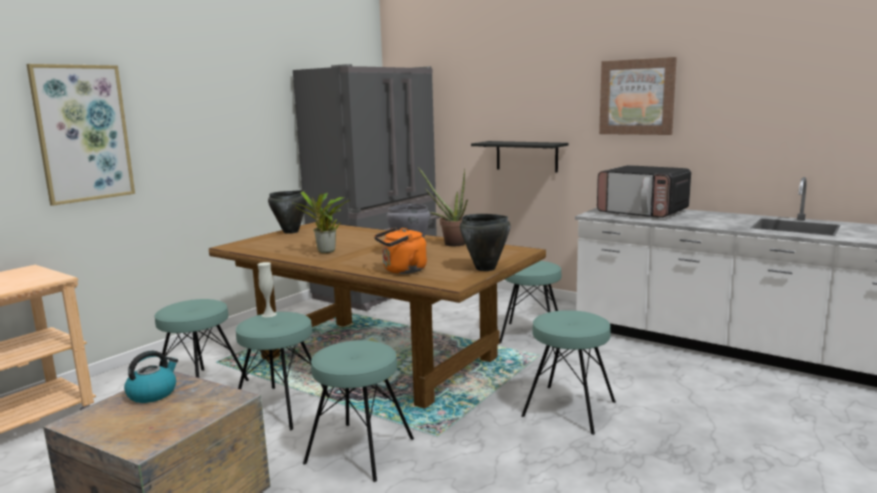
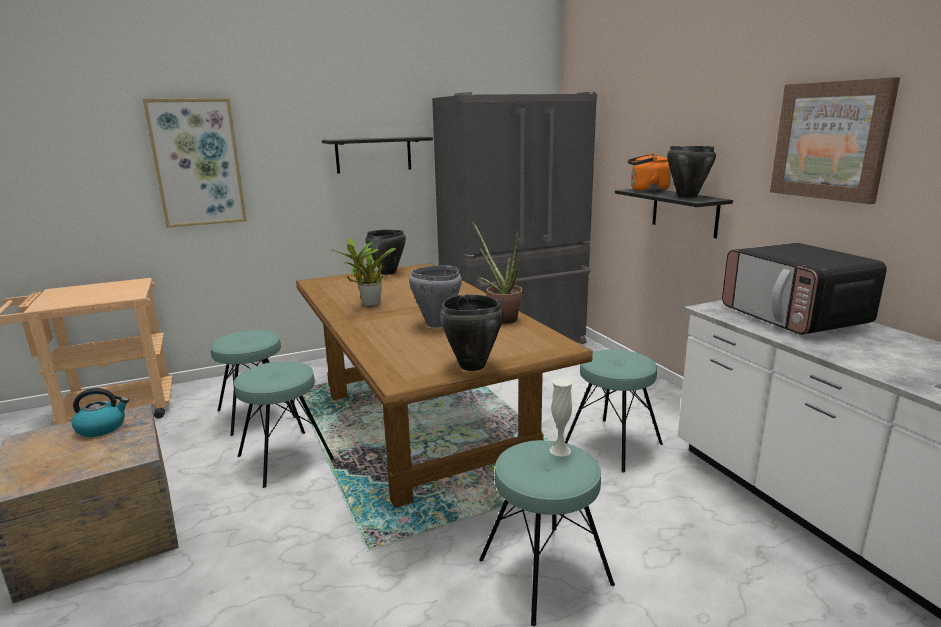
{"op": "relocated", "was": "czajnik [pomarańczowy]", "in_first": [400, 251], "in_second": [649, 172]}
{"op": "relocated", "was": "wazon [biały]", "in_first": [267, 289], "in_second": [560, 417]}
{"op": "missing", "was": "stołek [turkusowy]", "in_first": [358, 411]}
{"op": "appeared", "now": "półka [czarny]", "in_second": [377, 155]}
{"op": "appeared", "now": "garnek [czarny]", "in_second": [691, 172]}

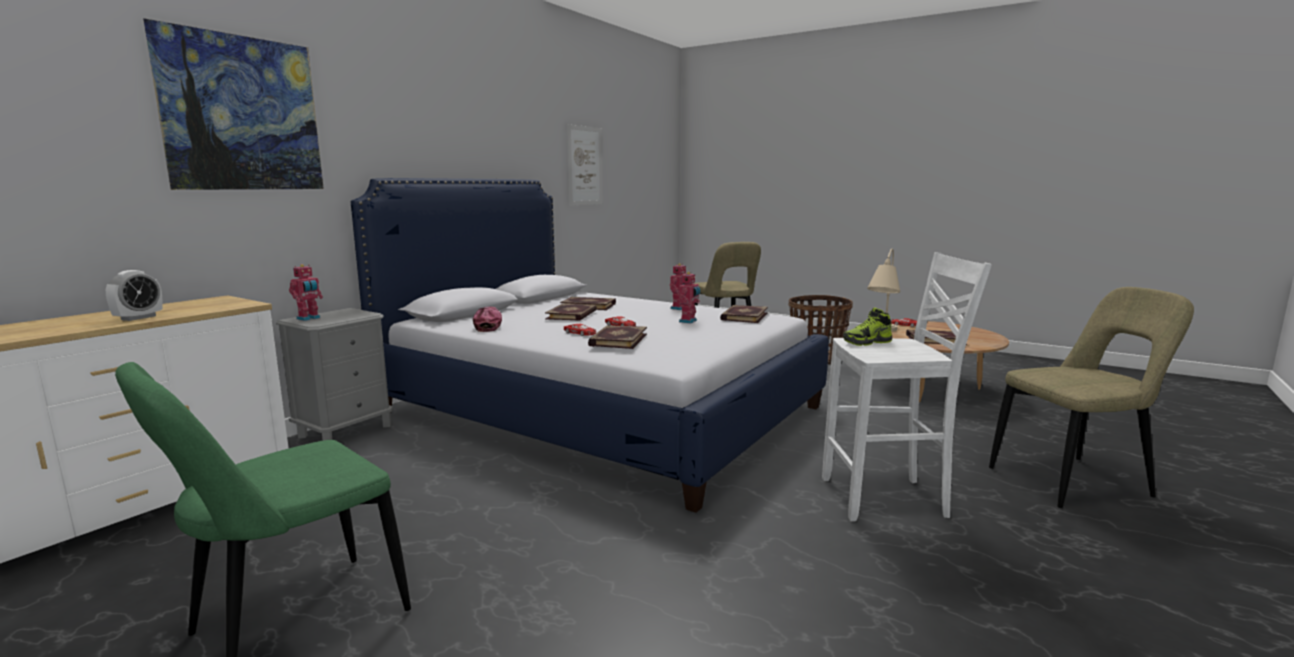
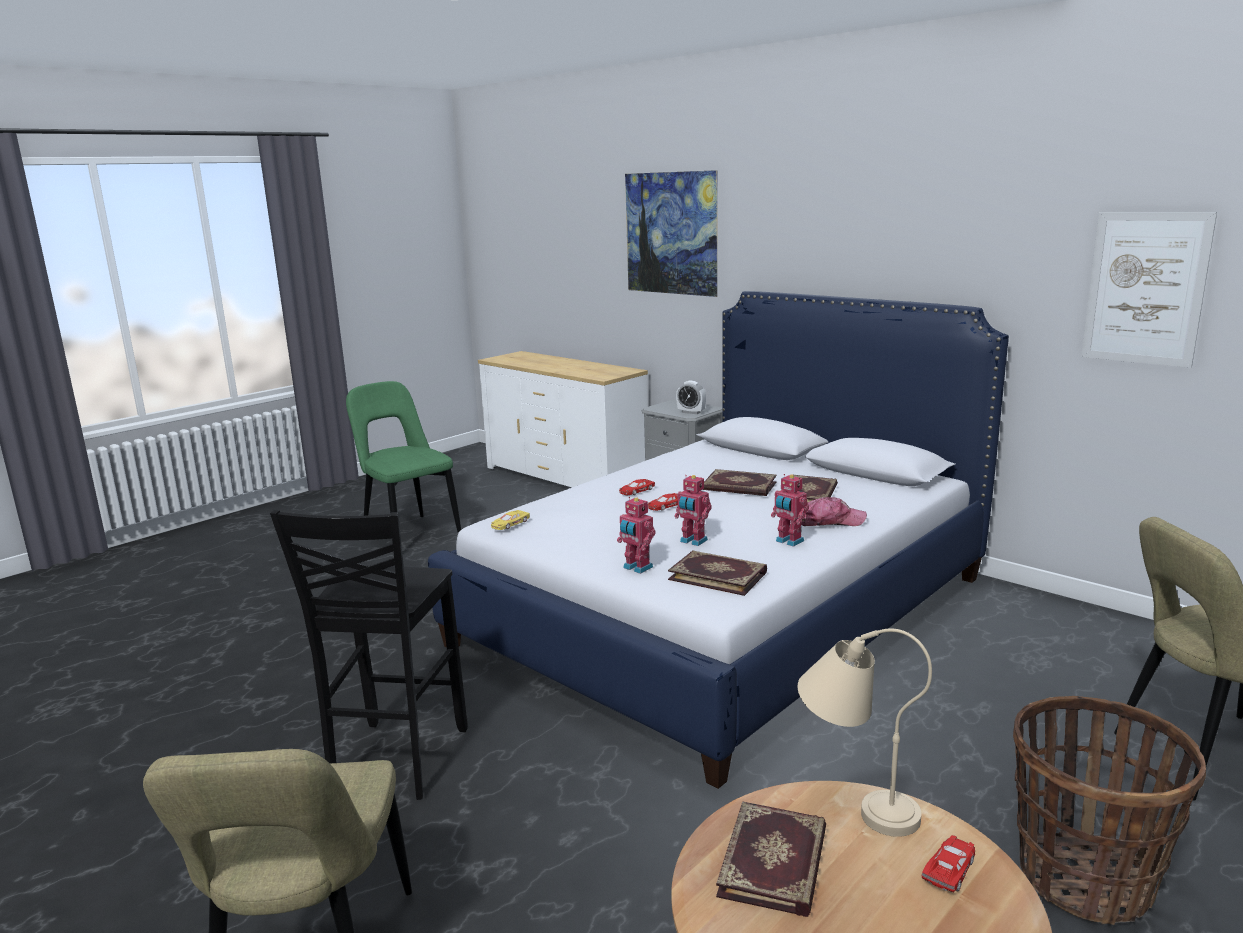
{"op": "colour", "was": "stołek [biały]", "now": "stołek [czarny]", "in_first": [907, 387], "in_second": [369, 655]}
{"op": "relocated", "was": "robot zabawkowy", "in_first": [306, 292], "in_second": [636, 535]}
{"op": "relocated", "was": "budzik", "in_first": [134, 295], "in_second": [691, 397]}
{"op": "relocated", "was": "czapka z daszkiem", "in_first": [487, 319], "in_second": [834, 511]}
{"op": "missing", "was": "but", "in_first": [867, 326]}
{"op": "missing", "was": "książka", "in_first": [617, 337]}
{"op": "appeared", "now": "samochodzik [żółty]", "in_second": [510, 520]}

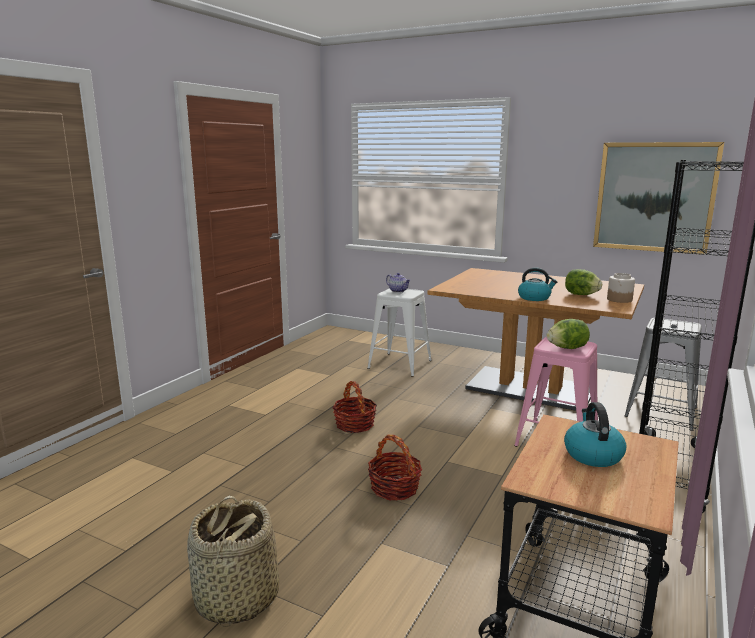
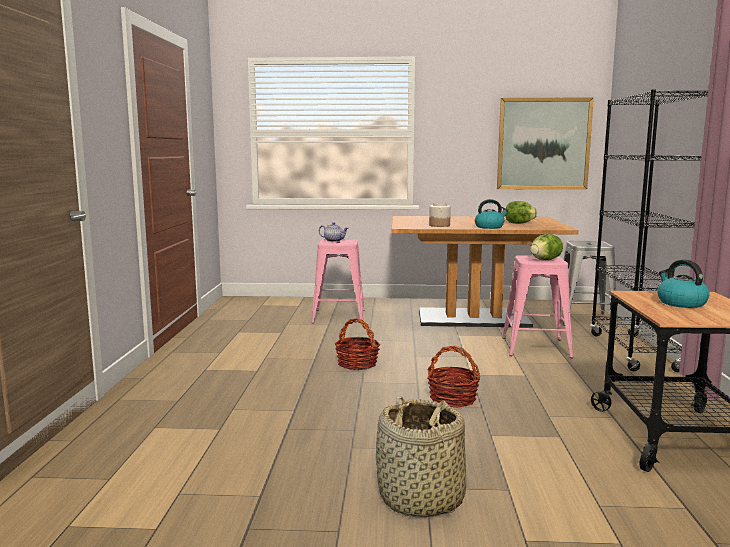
{"op": "relocated", "was": "słoik", "in_first": [621, 288], "in_second": [440, 214]}
{"op": "colour", "was": "stołek [biały]", "now": "stołek [różowy]", "in_first": [399, 332], "in_second": [338, 281]}

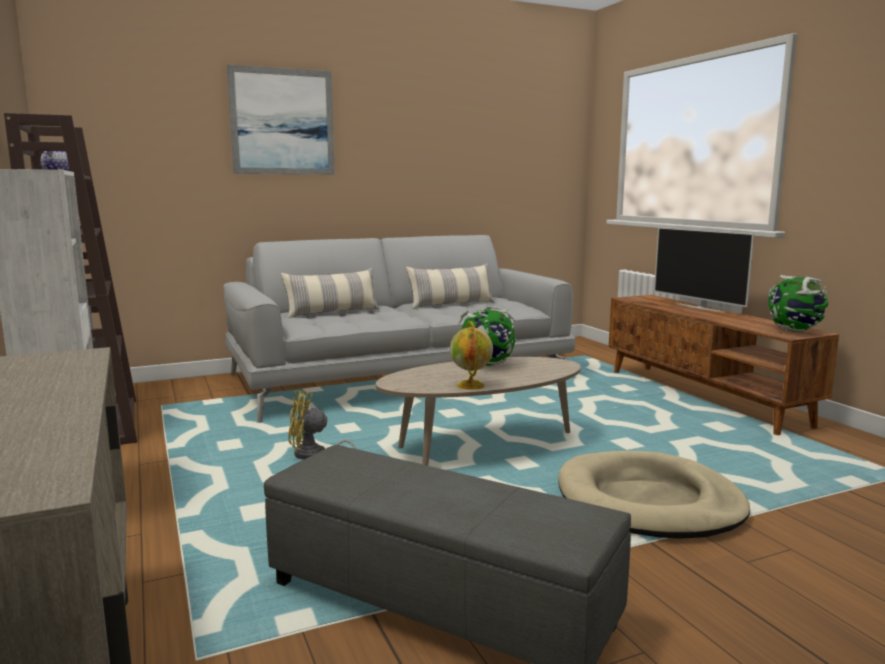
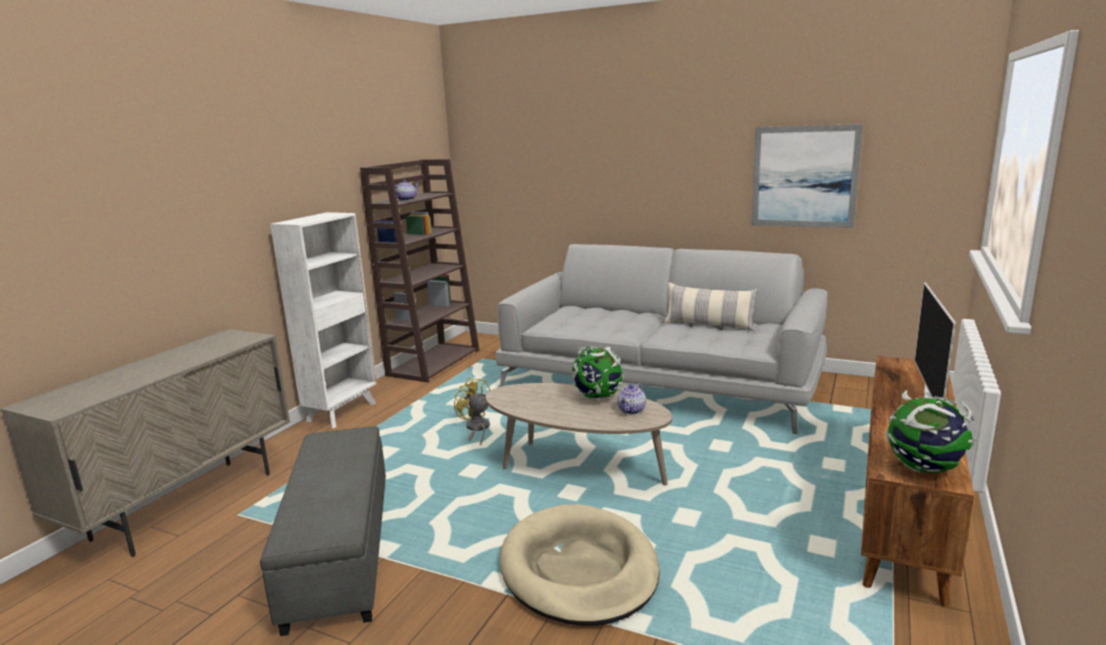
{"op": "relocated", "was": "obraz", "in_first": [281, 119], "in_second": [807, 176]}
{"op": "missing", "was": "poduszka", "in_first": [330, 293]}
{"op": "missing", "was": "globus", "in_first": [471, 355]}
{"op": "appeared", "now": "imbryk", "in_second": [631, 399]}

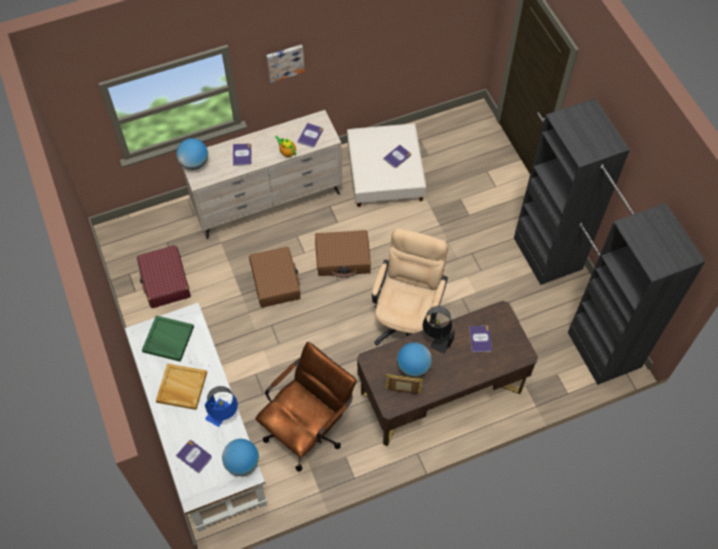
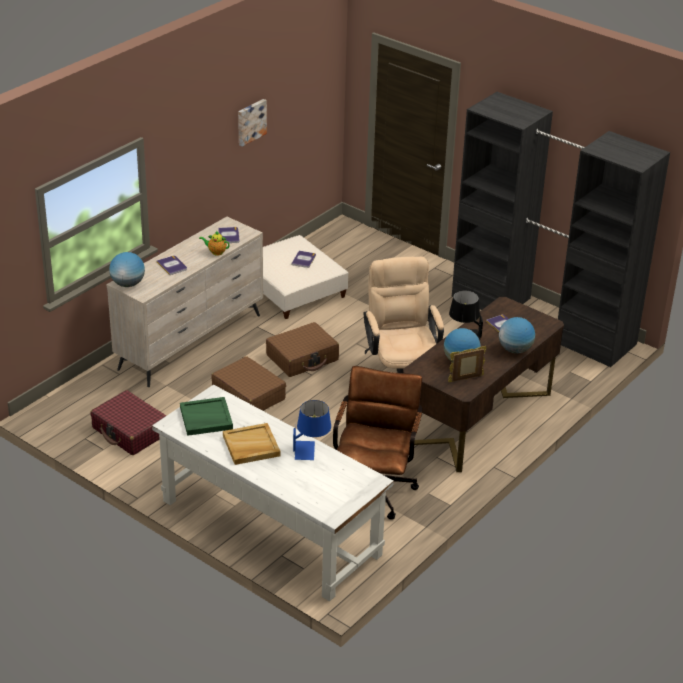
{"op": "relocated", "was": "obraz", "in_first": [285, 63], "in_second": [252, 123]}
{"op": "relocated", "was": "globus", "in_first": [240, 457], "in_second": [517, 335]}
{"op": "missing", "was": "książka", "in_first": [194, 457]}

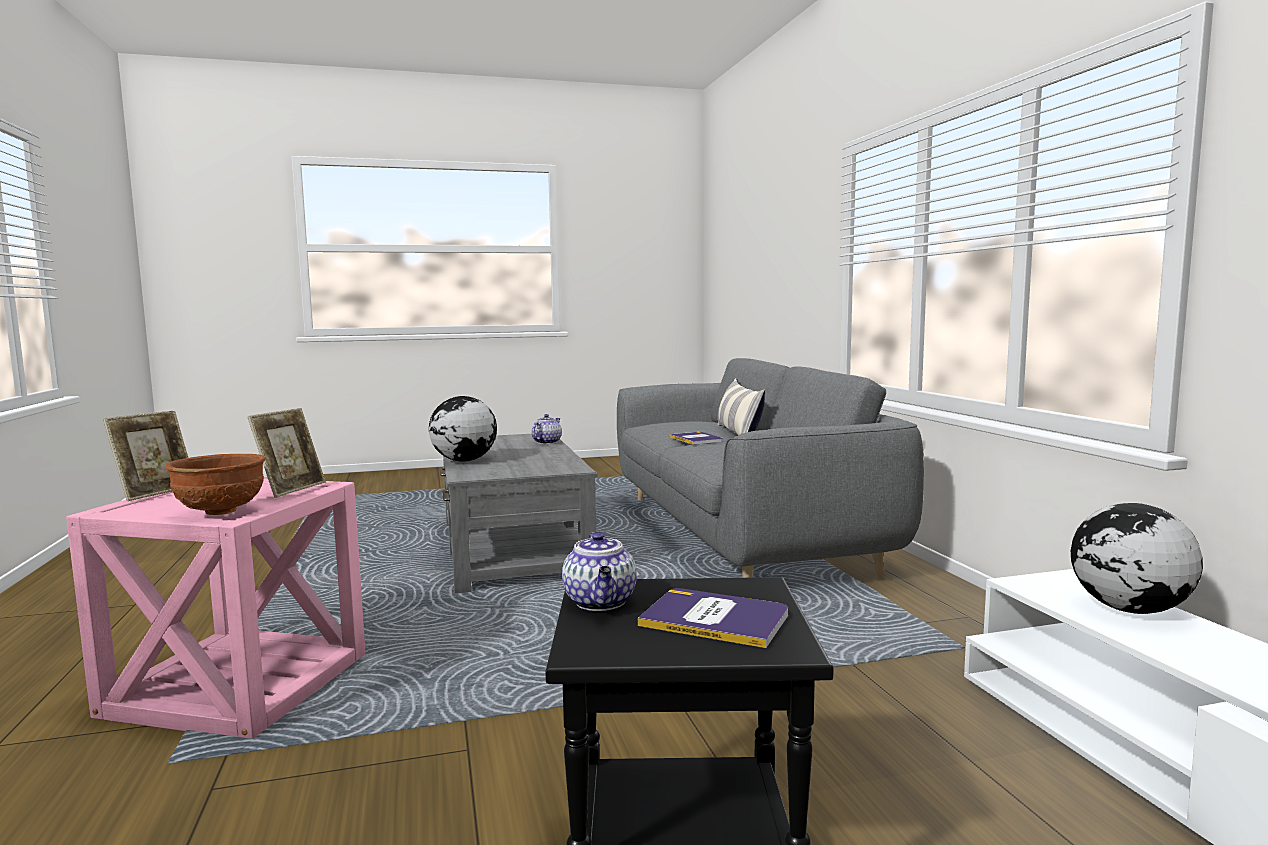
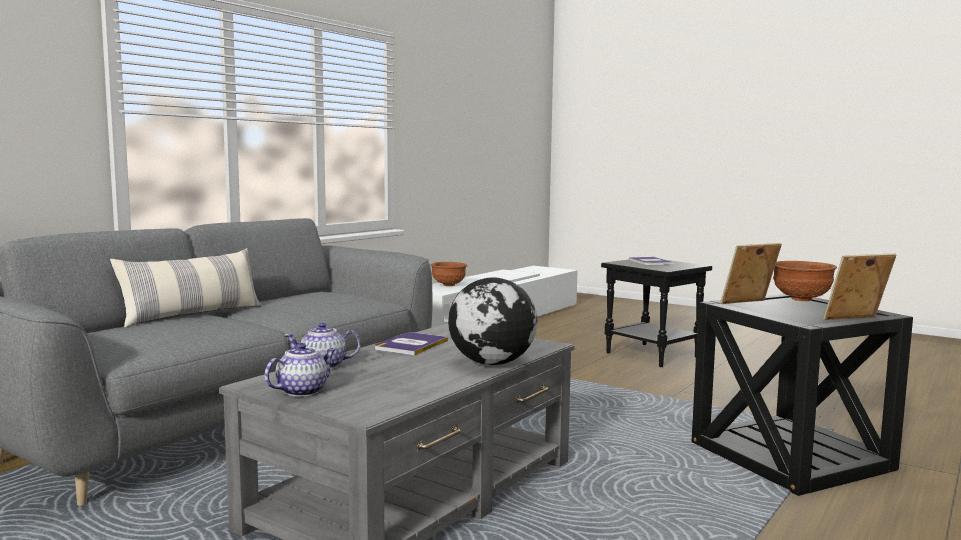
{"op": "relocated", "was": "książka", "in_first": [696, 438], "in_second": [411, 344]}
{"op": "colour", "was": "stolik [różowy]", "now": "stolik [czarny]", "in_first": [216, 608], "in_second": [802, 395]}
{"op": "exchanged", "was": "globus", "now": "miska [brązowy]", "in_first": [1137, 558], "in_second": [449, 274]}
{"op": "relocated", "was": "imbryk", "in_first": [599, 571], "in_second": [300, 370]}

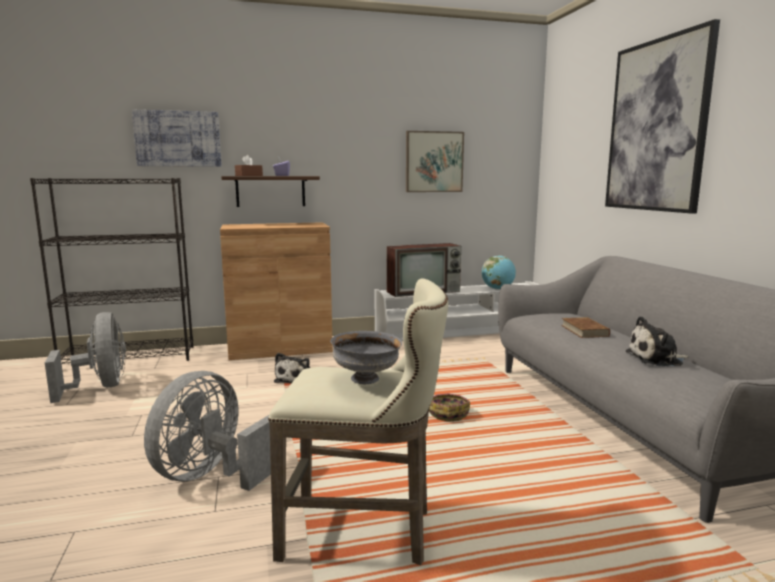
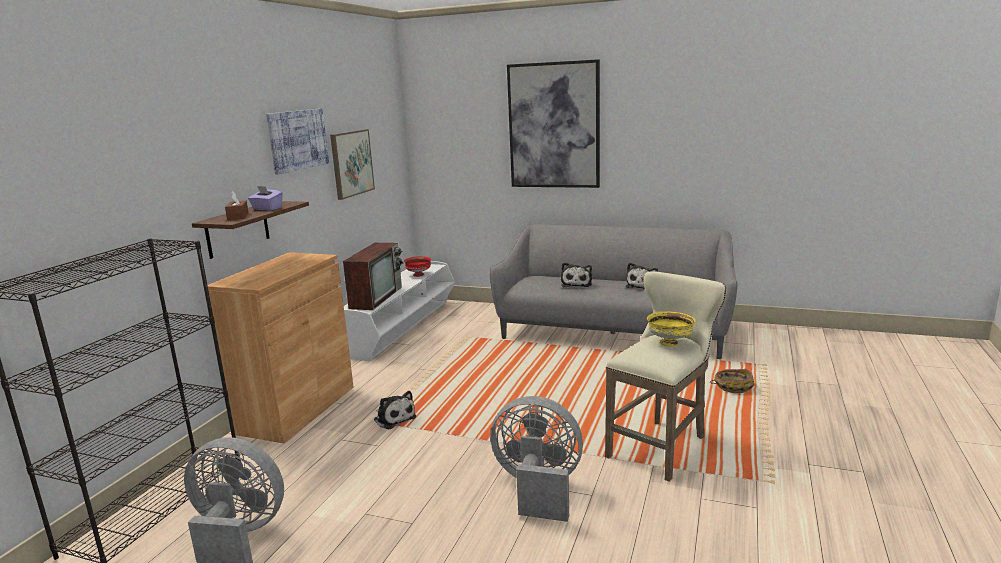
{"op": "relocated", "was": "obraz", "in_first": [177, 138], "in_second": [297, 142]}
{"op": "exchanged", "was": "globus", "now": "miska [czerwony]", "in_first": [499, 272], "in_second": [417, 266]}
{"op": "exchanged", "was": "książka [brązowy]", "now": "pluszak", "in_first": [585, 327], "in_second": [576, 274]}
{"op": "colour", "was": "miska [szary]", "now": "miska [żółty]", "in_first": [366, 357], "in_second": [671, 329]}
{"op": "spun", "was": "wentylator [szary]", "in_first": [207, 431], "in_second": [536, 459], "clockwise": 135}
{"op": "relocated", "was": "koszyk", "in_first": [449, 408], "in_second": [732, 381]}

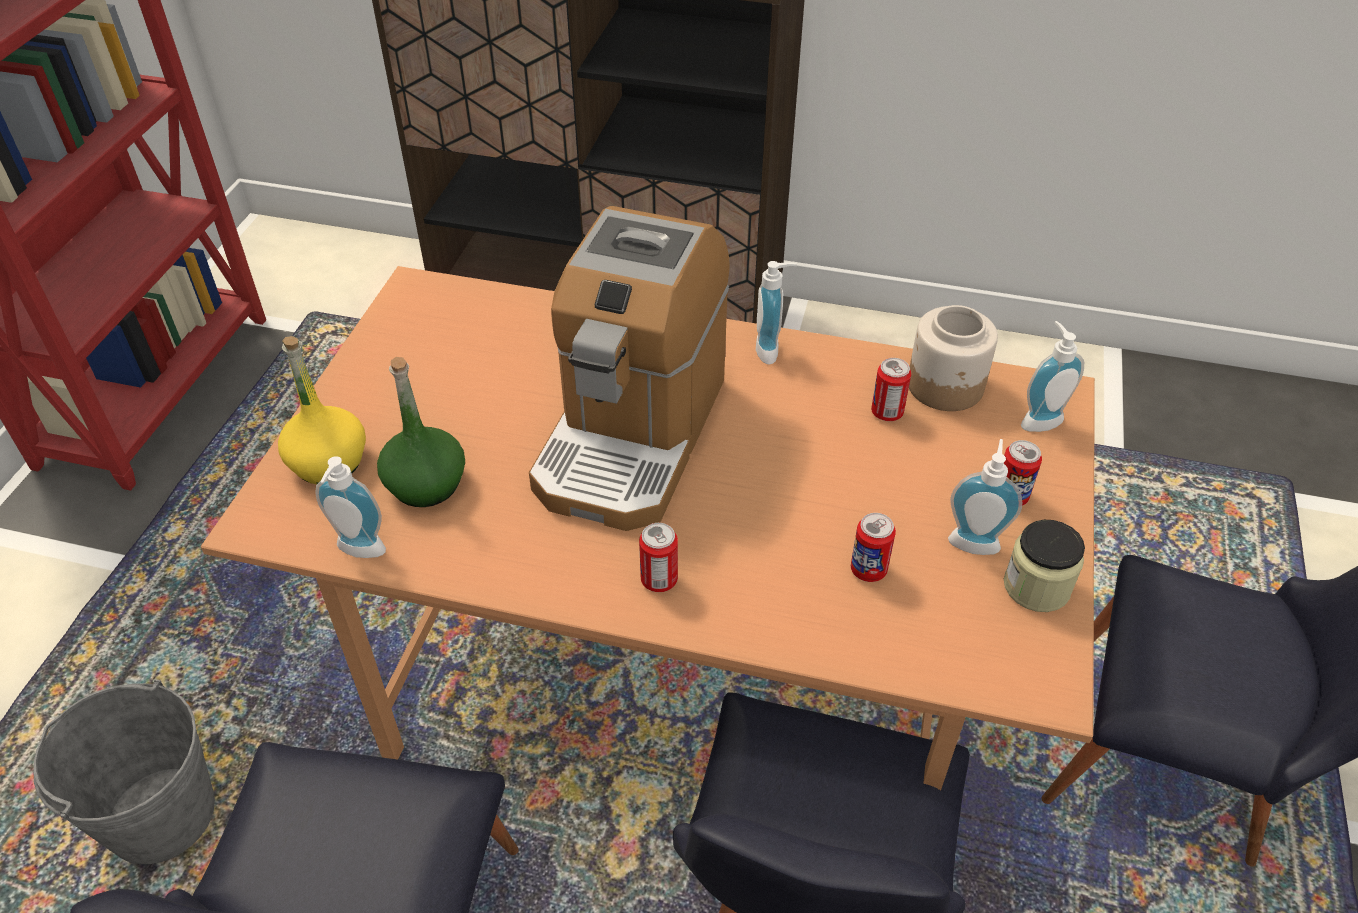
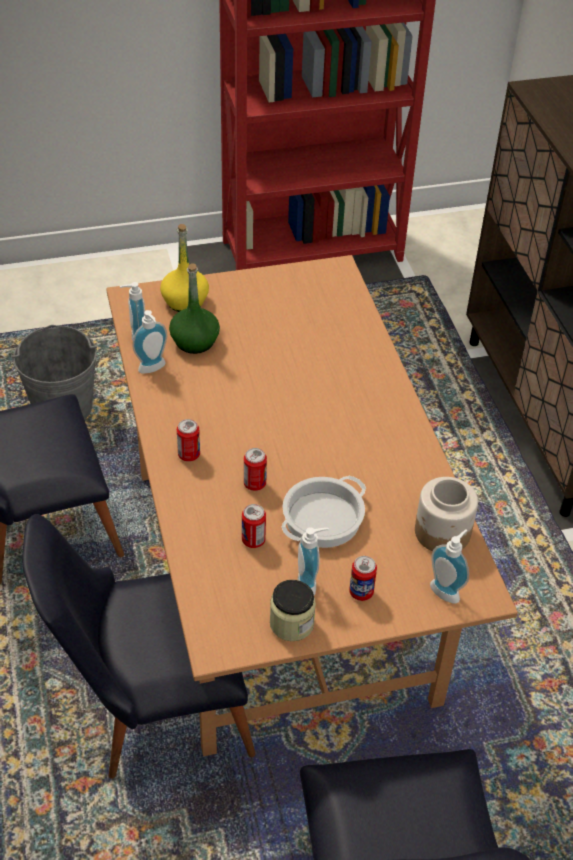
{"op": "missing", "was": "ekspres do kawy", "in_first": [629, 368]}
{"op": "relocated", "was": "dozownik mydła", "in_first": [776, 313], "in_second": [150, 342]}
{"op": "relocated", "was": "puszka", "in_first": [891, 389], "in_second": [255, 469]}
{"op": "appeared", "now": "garnek", "in_second": [324, 512]}

